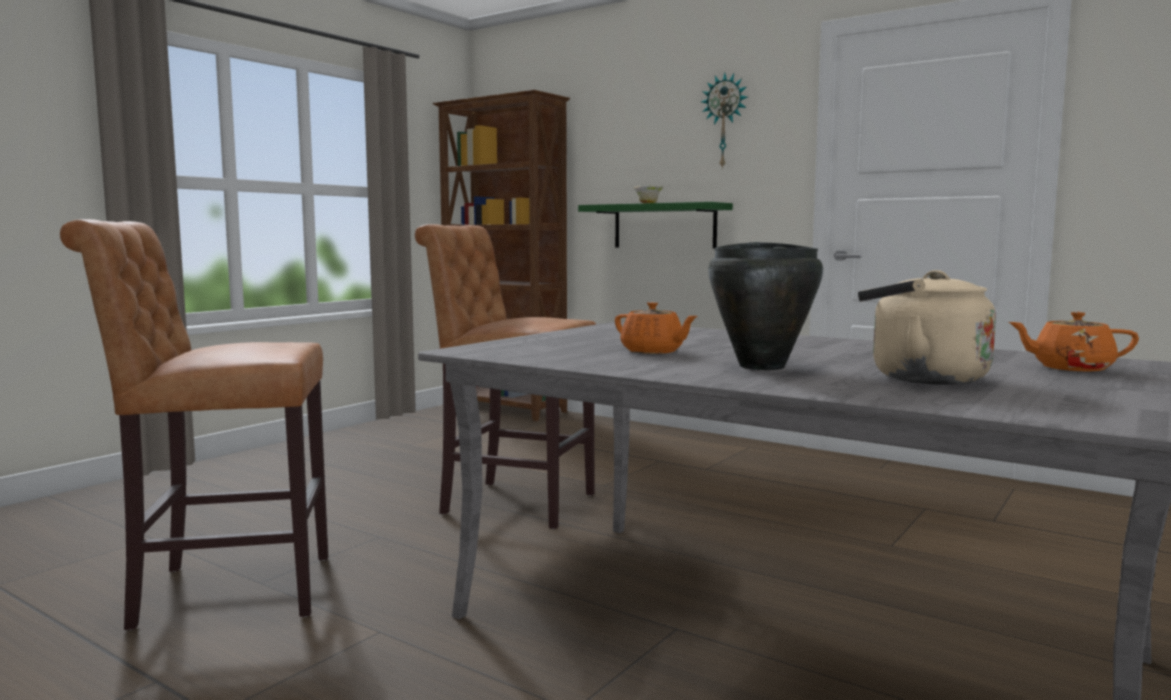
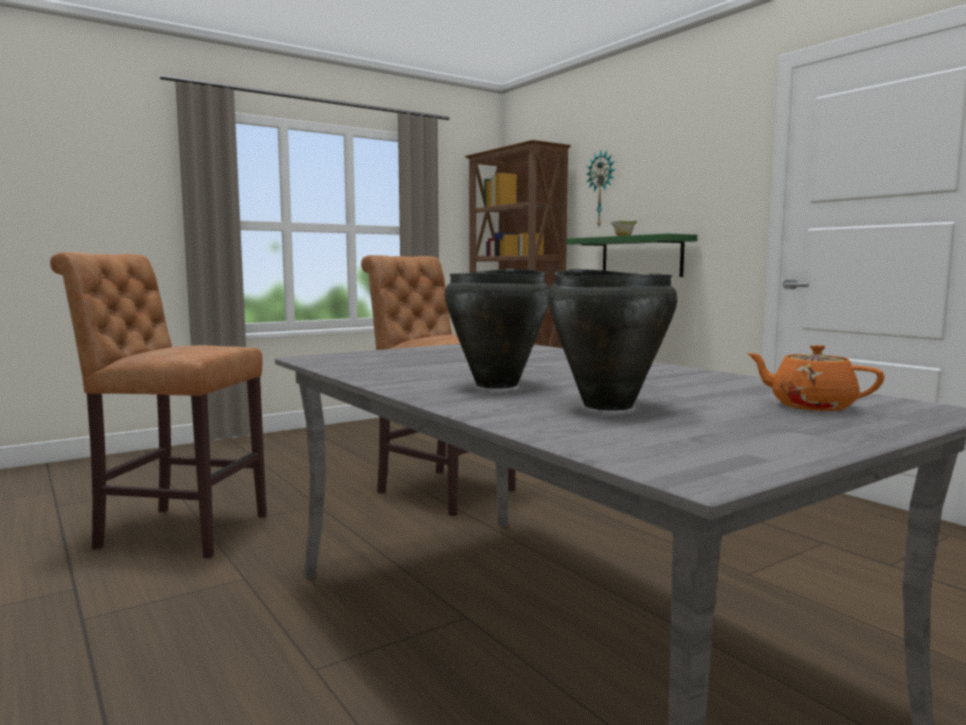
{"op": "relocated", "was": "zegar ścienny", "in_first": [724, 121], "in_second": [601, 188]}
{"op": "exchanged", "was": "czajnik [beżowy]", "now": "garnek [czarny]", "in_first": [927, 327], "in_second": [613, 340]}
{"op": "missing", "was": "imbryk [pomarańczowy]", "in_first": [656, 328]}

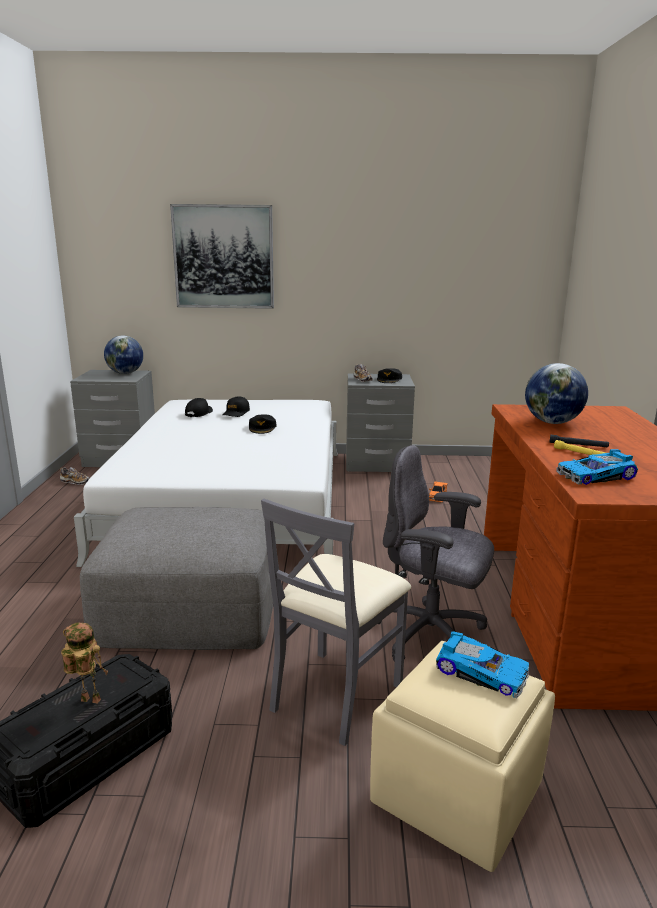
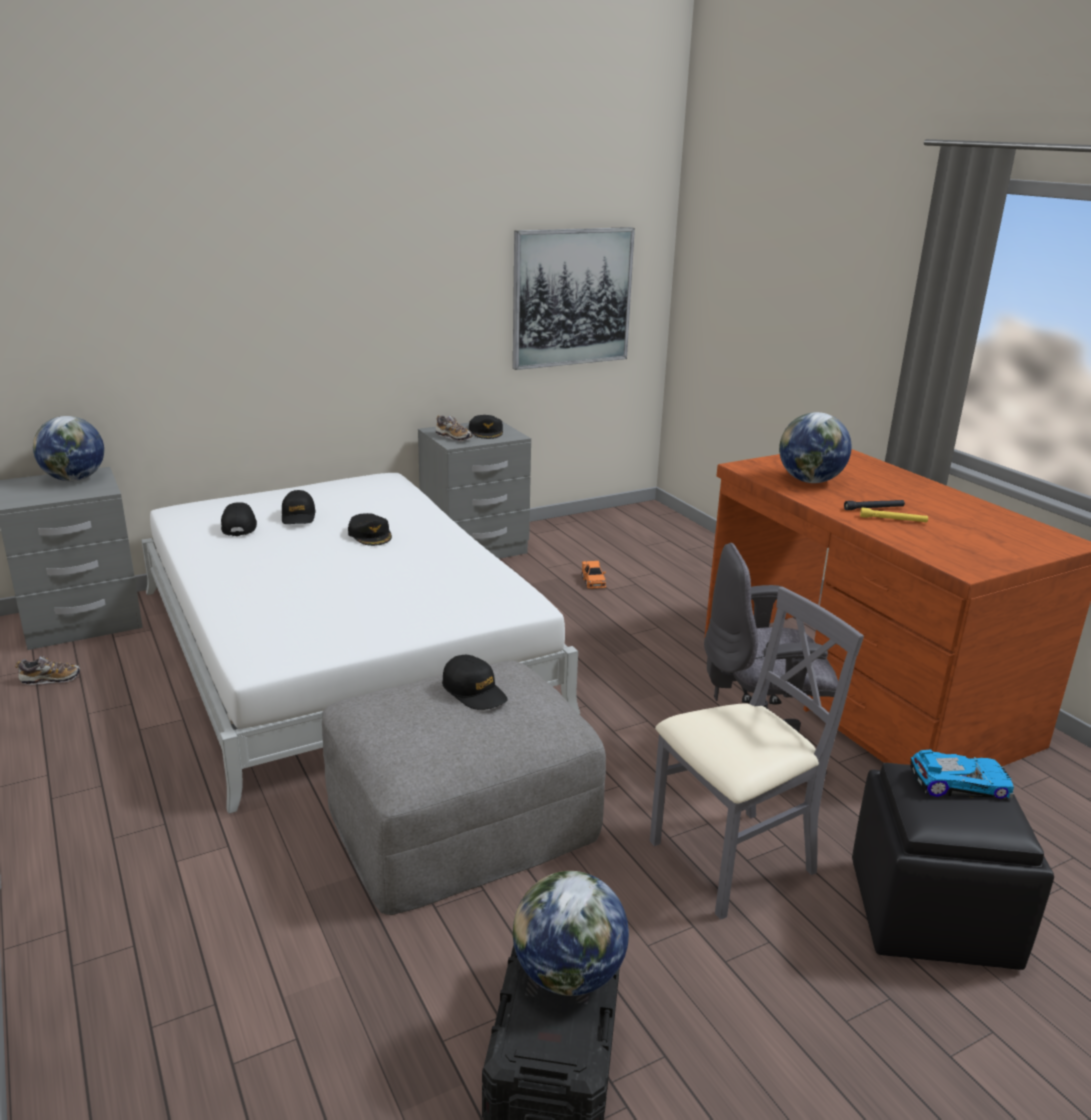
{"op": "relocated", "was": "obraz", "in_first": [222, 256], "in_second": [574, 298]}
{"op": "missing", "was": "samochodzik", "in_first": [597, 467]}
{"op": "spun", "was": "krzesło [szary]", "in_first": [336, 622], "in_second": [757, 753], "clockwise": -120}
{"op": "exchanged", "was": "robot zabawkowy", "now": "globus", "in_first": [84, 662], "in_second": [571, 933]}
{"op": "colour", "was": "pufa [beżowy]", "now": "pufa [czarny]", "in_first": [462, 756], "in_second": [953, 866]}
{"op": "appeared", "now": "czapka z daszkiem [czarny]", "in_second": [475, 682]}

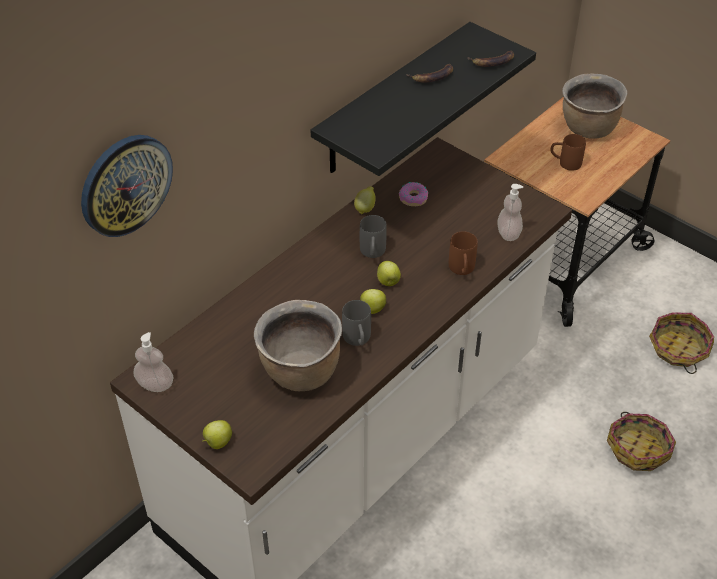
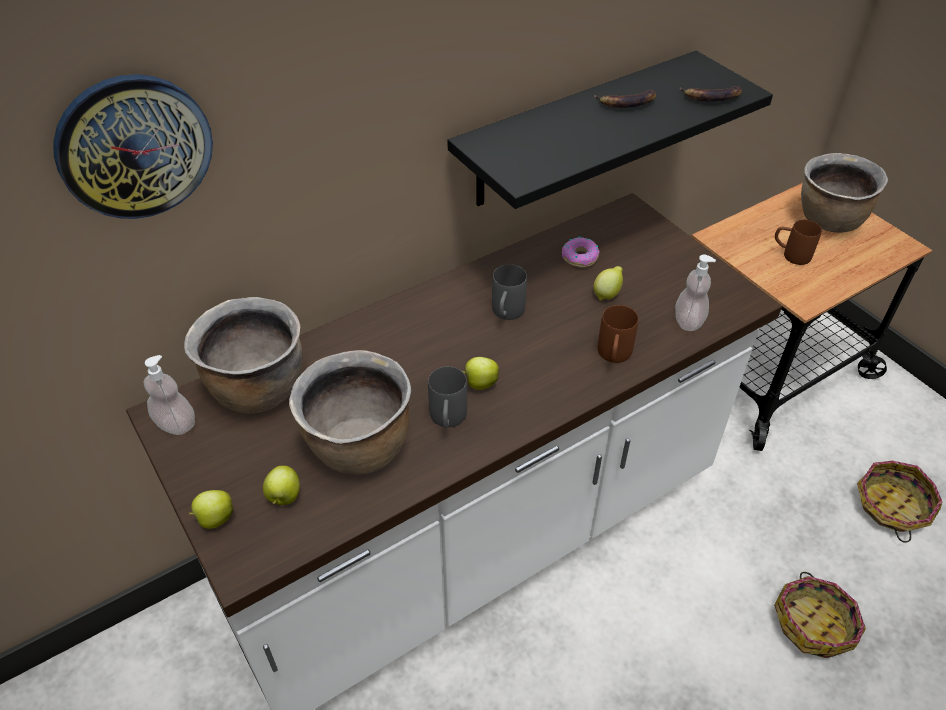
{"op": "relocated", "was": "cytryna", "in_first": [365, 200], "in_second": [608, 283]}
{"op": "relocated", "was": "jabłko", "in_first": [389, 273], "in_second": [281, 485]}
{"op": "appeared", "now": "garnek [brązowy]", "in_second": [243, 355]}

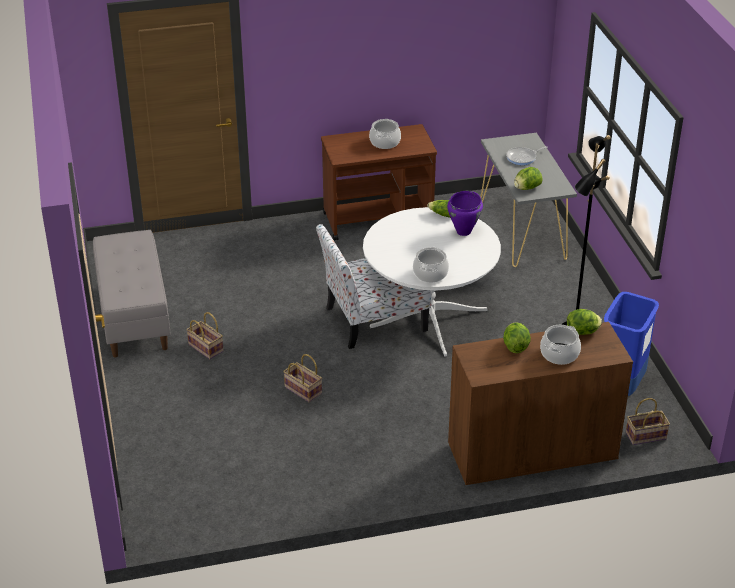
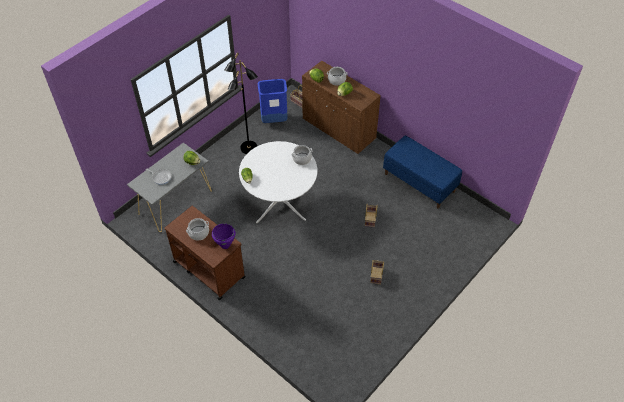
{"op": "relocated", "was": "garnek [fioletowy]", "in_first": [465, 213], "in_second": [224, 236]}
{"op": "missing", "was": "krzesło", "in_first": [374, 286]}
{"op": "missing", "was": "ławka [szary]", "in_first": [132, 294]}
{"op": "appeared", "now": "ławka [niebieski]", "in_second": [422, 172]}

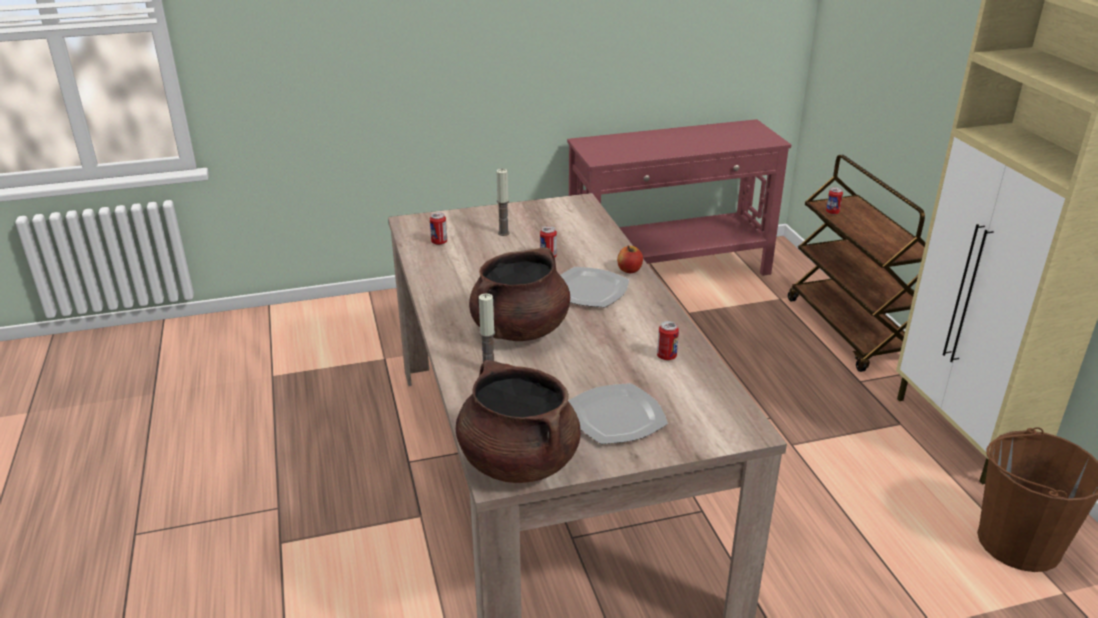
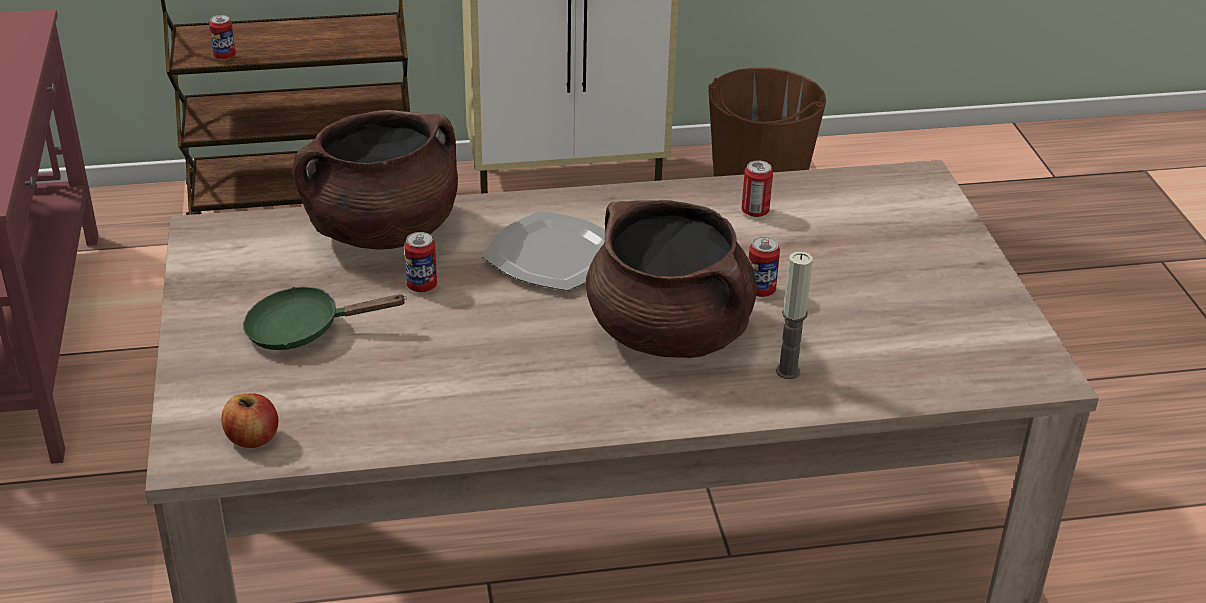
{"op": "exchanged", "was": "świeca", "now": "patelnia [zielony]", "in_first": [503, 202], "in_second": [325, 318]}
{"op": "relocated", "was": "puszka", "in_first": [438, 228], "in_second": [764, 267]}
{"op": "relocated", "was": "jabłko", "in_first": [630, 259], "in_second": [249, 420]}
{"op": "relocated", "was": "garnek [brązowy]", "in_first": [518, 421], "in_second": [375, 180]}
{"op": "missing", "was": "talerz", "in_first": [618, 413]}

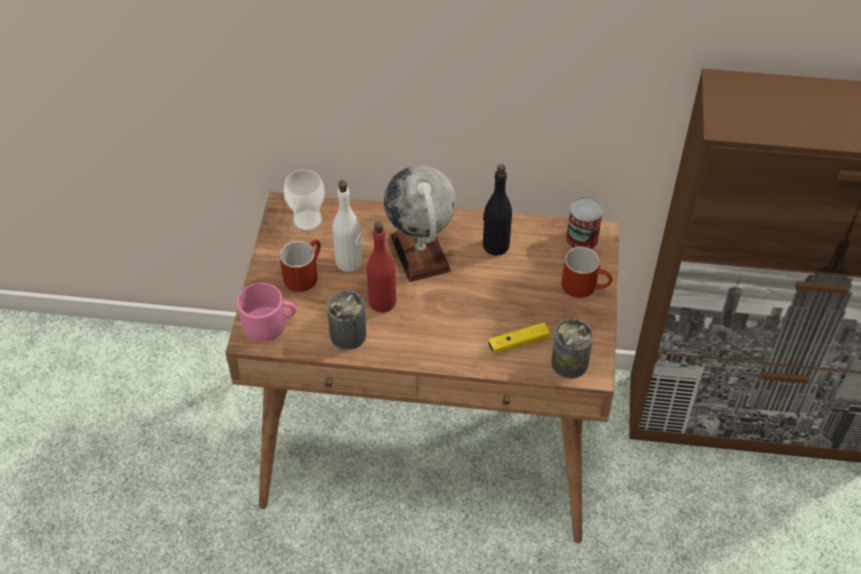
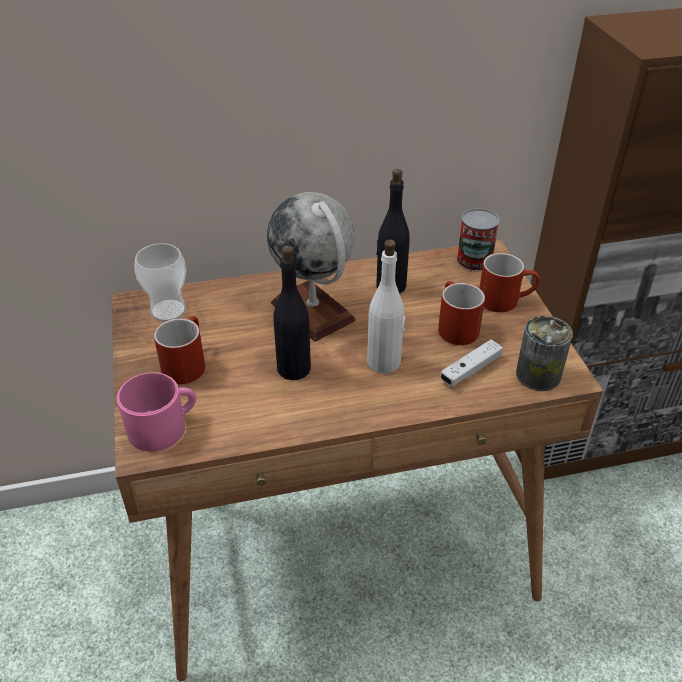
{"op": "relocated", "was": "butelka [biały]", "in_first": [347, 226], "in_second": [386, 306]}
{"op": "colour", "was": "butelka [czerwony]", "now": "butelka [czarny]", "in_first": [381, 267], "in_second": [292, 313]}
{"op": "missing", "was": "puszka", "in_first": [346, 320]}
{"op": "colour", "was": "pad do gier [żółty]", "now": "pad do gier [biały]", "in_first": [519, 338], "in_second": [471, 362]}
{"op": "appeared", "now": "kubek [czerwony]", "in_second": [461, 313]}

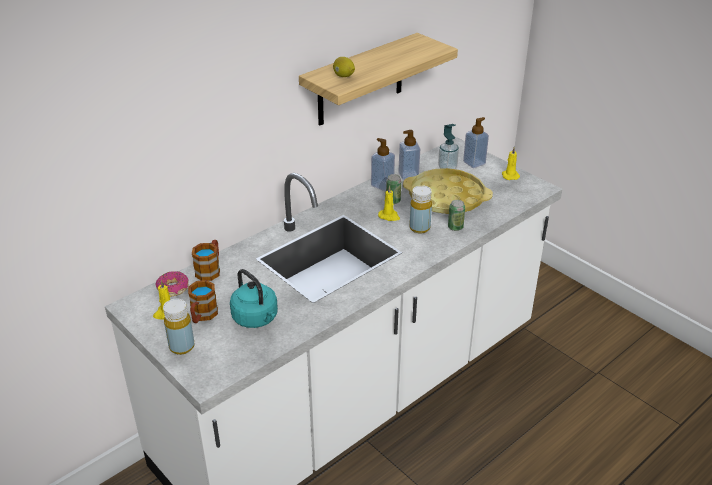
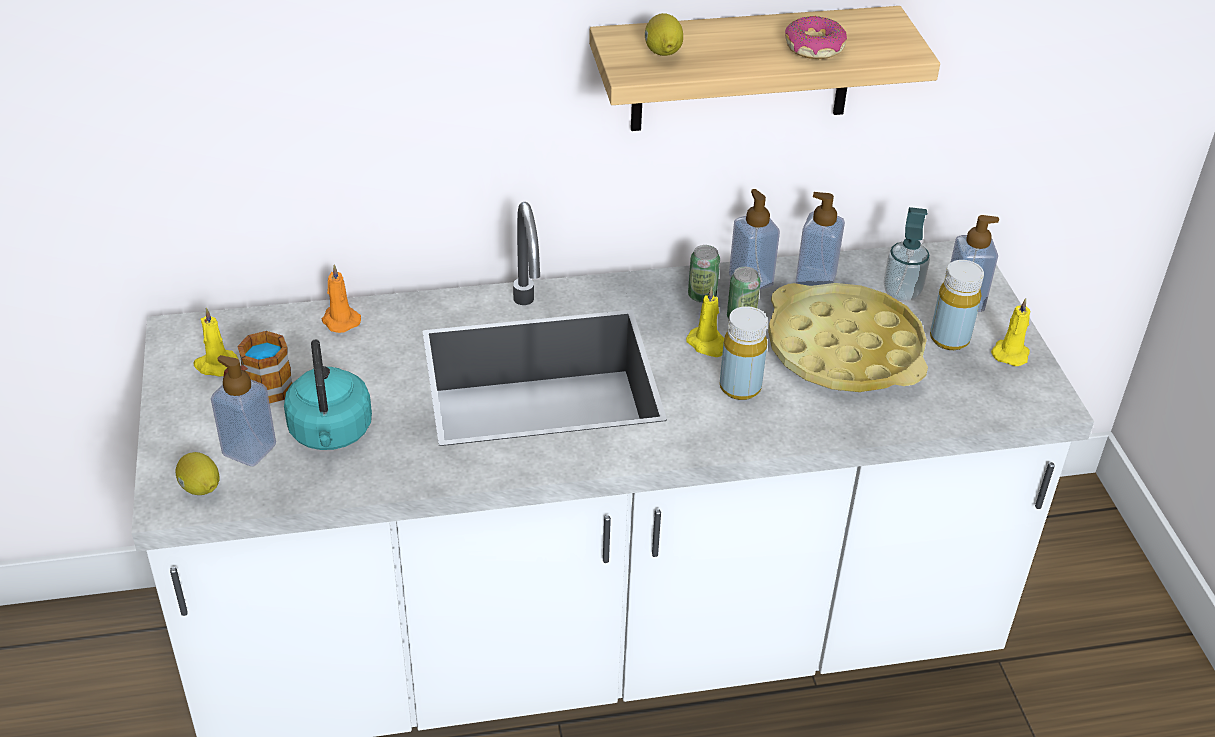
{"op": "relocated", "was": "puszka", "in_first": [456, 215], "in_second": [704, 274]}
{"op": "exchanged", "was": "kubek", "now": "świeca [pomarańczowy]", "in_first": [206, 260], "in_second": [341, 298]}
{"op": "relocated", "was": "donut", "in_first": [172, 284], "in_second": [816, 37]}
{"op": "relocated", "was": "butelka [żółty]", "in_first": [178, 327], "in_second": [957, 305]}
{"op": "appeared", "now": "dozownik mydła", "in_second": [243, 410]}
{"op": "appeared", "now": "cytryna", "in_second": [198, 473]}

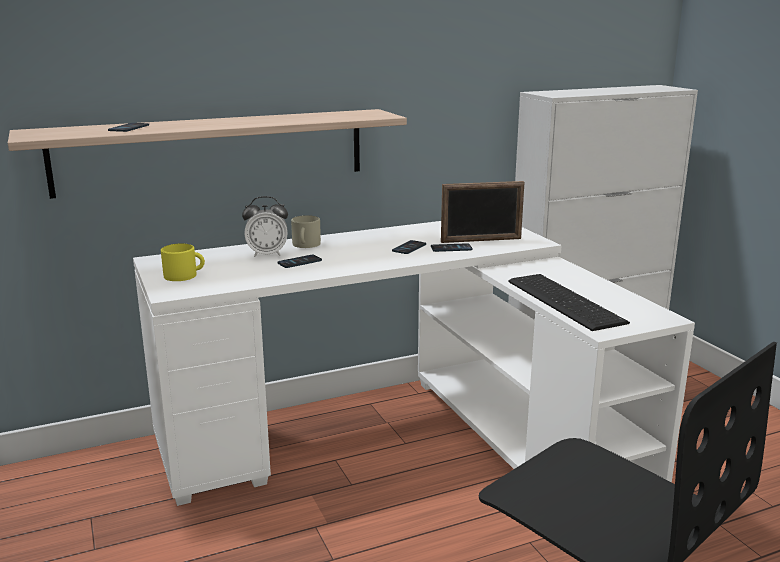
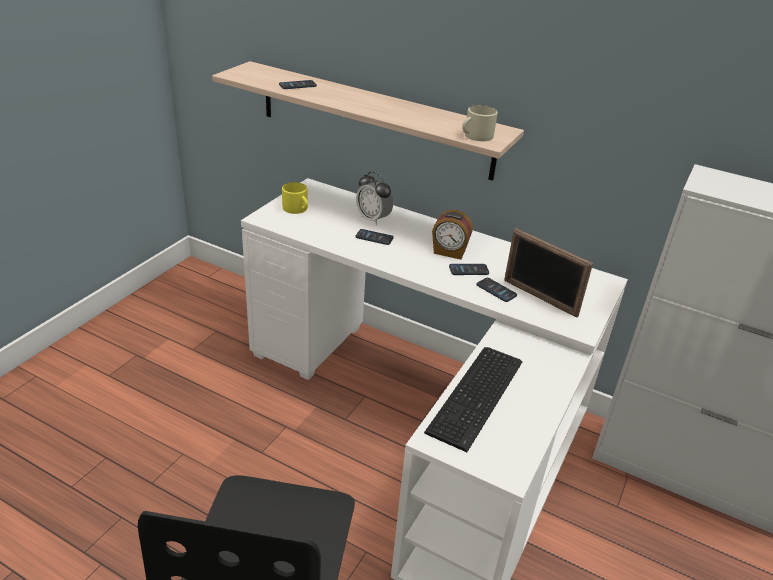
{"op": "relocated", "was": "kubek [beżowy]", "in_first": [306, 231], "in_second": [480, 123]}
{"op": "appeared", "now": "budzik", "in_second": [452, 235]}

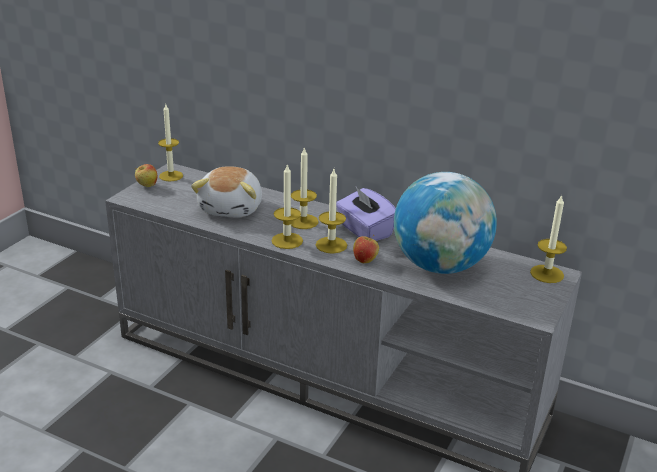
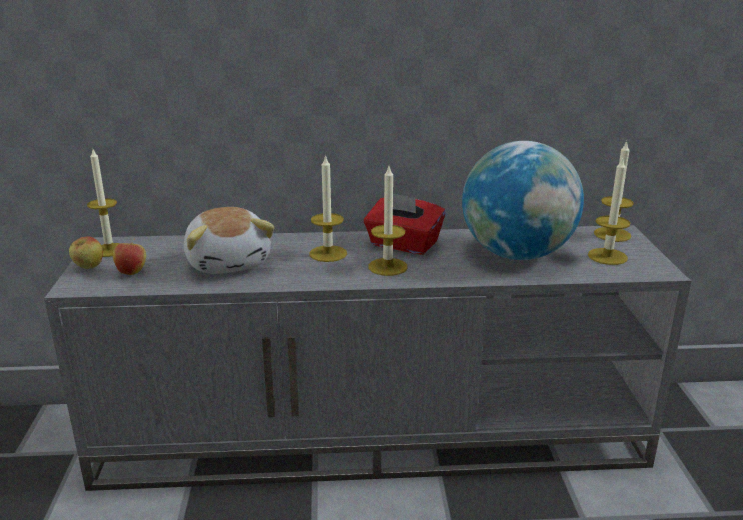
{"op": "relocated", "was": "świeca", "in_first": [287, 206], "in_second": [609, 210]}
{"op": "colour", "was": "pudełko chusteczek [fioletowy]", "now": "pudełko chusteczek [czerwony]", "in_first": [366, 214], "in_second": [404, 224]}
{"op": "relocated", "was": "jabłko", "in_first": [366, 249], "in_second": [129, 257]}

